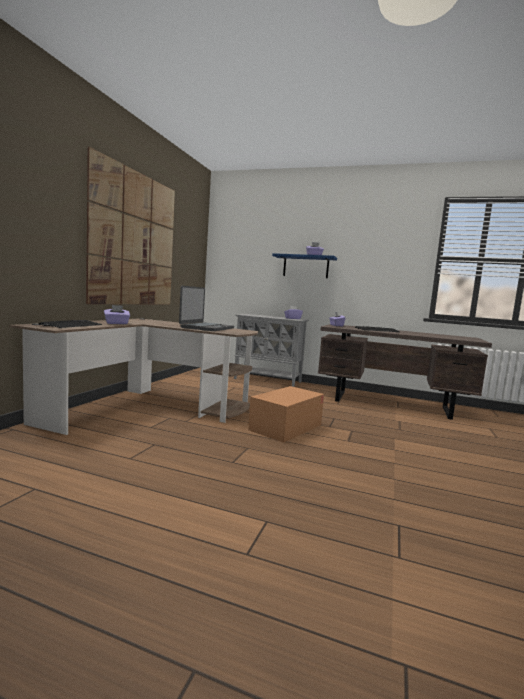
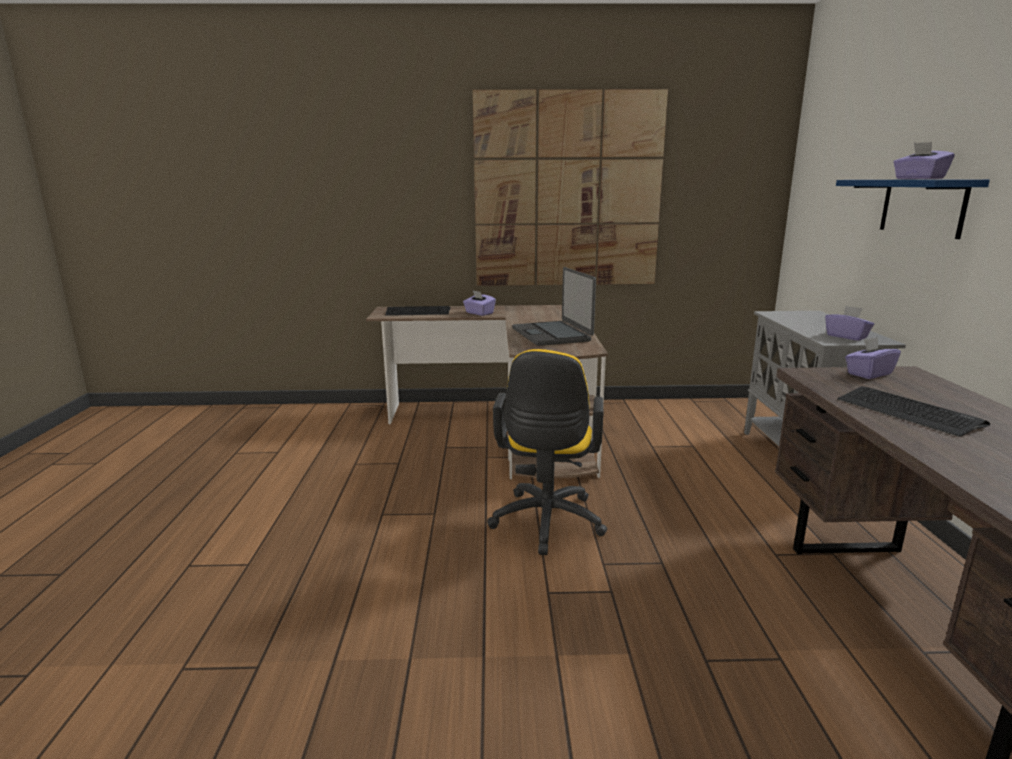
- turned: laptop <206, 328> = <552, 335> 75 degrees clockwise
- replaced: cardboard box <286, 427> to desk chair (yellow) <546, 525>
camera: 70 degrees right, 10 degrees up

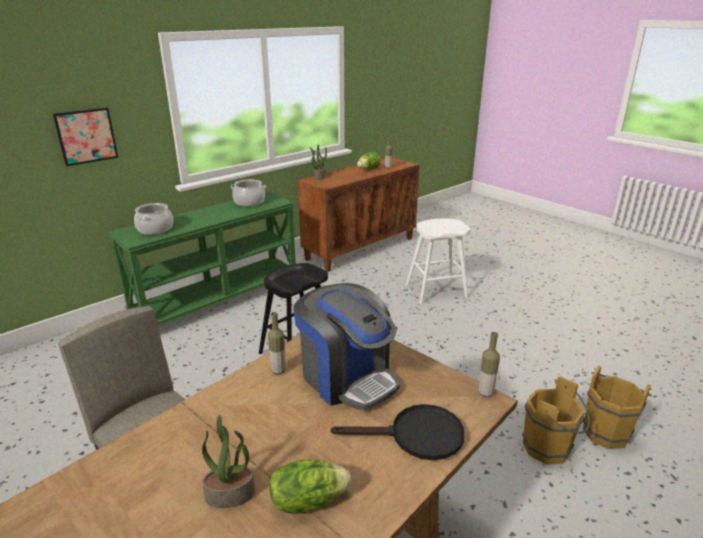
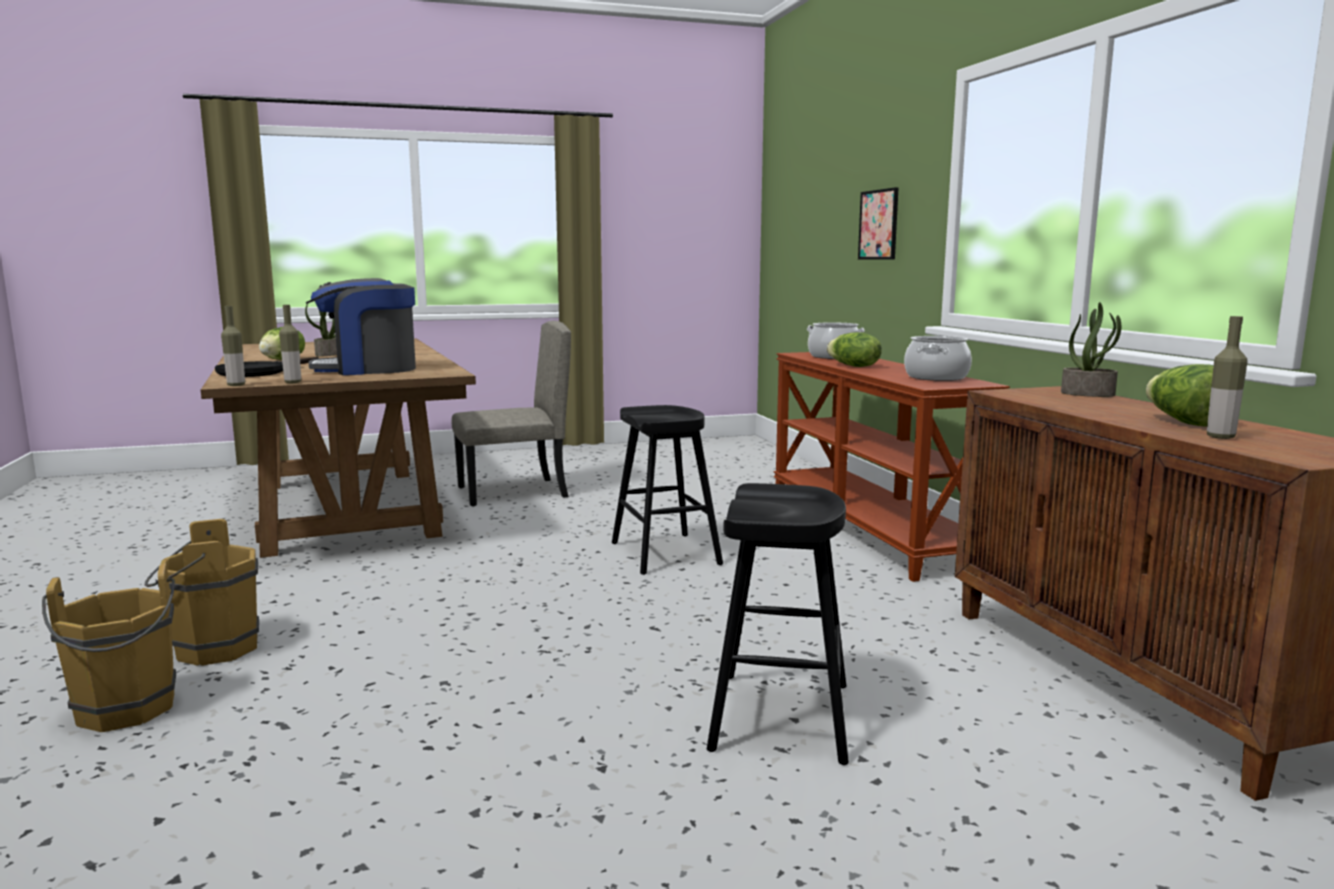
- recoloured: narrow table (greenish) <218, 300> to narrow table (brown-coloured) <870, 528>
- recoloured: sitting stool (white) <436, 291> to sitting stool (black-coloured) <781, 716>
- moved: bottle <278, 371> to <293, 382>
- added: lettuce head <853, 366>
camera: 115 degrees right, 15 degrees down

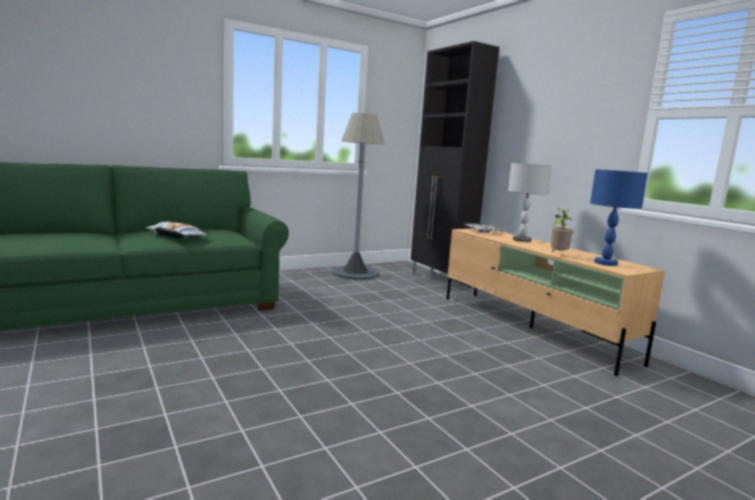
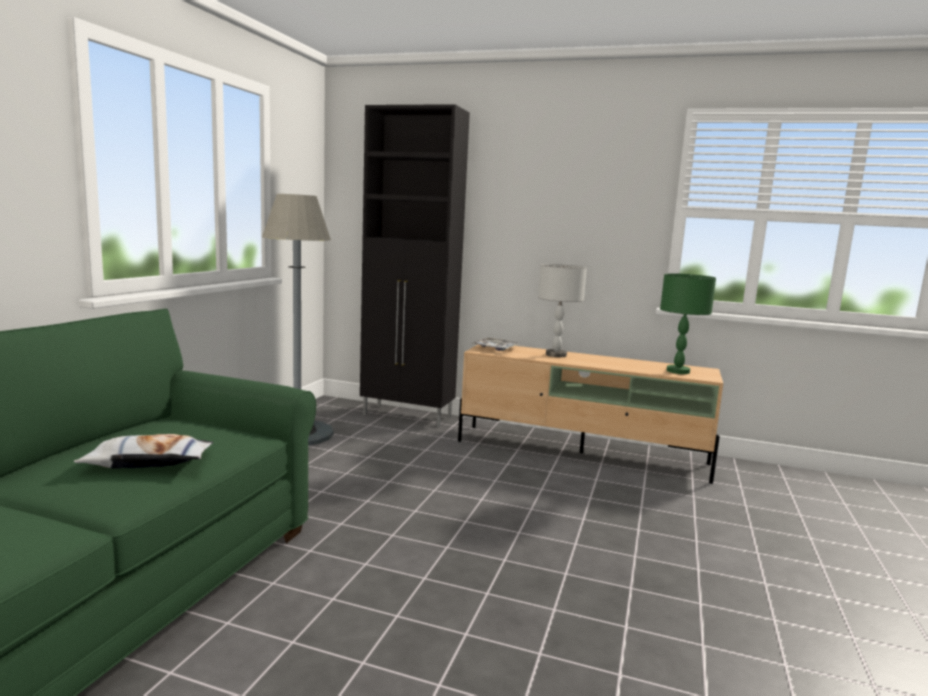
- recoloured: lamp for a table (blue-coloured) <606, 263> to lamp for a table (greenish) <678, 371>
- removed: houseplant <558, 255>
camera: 40 degrees left, 0 degrees up

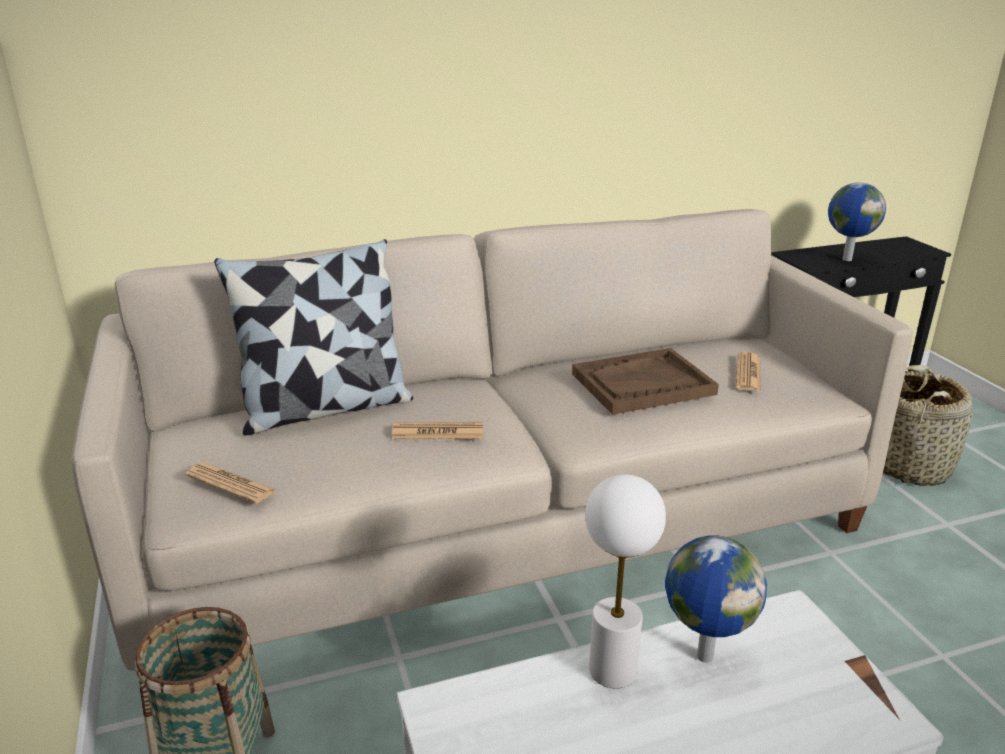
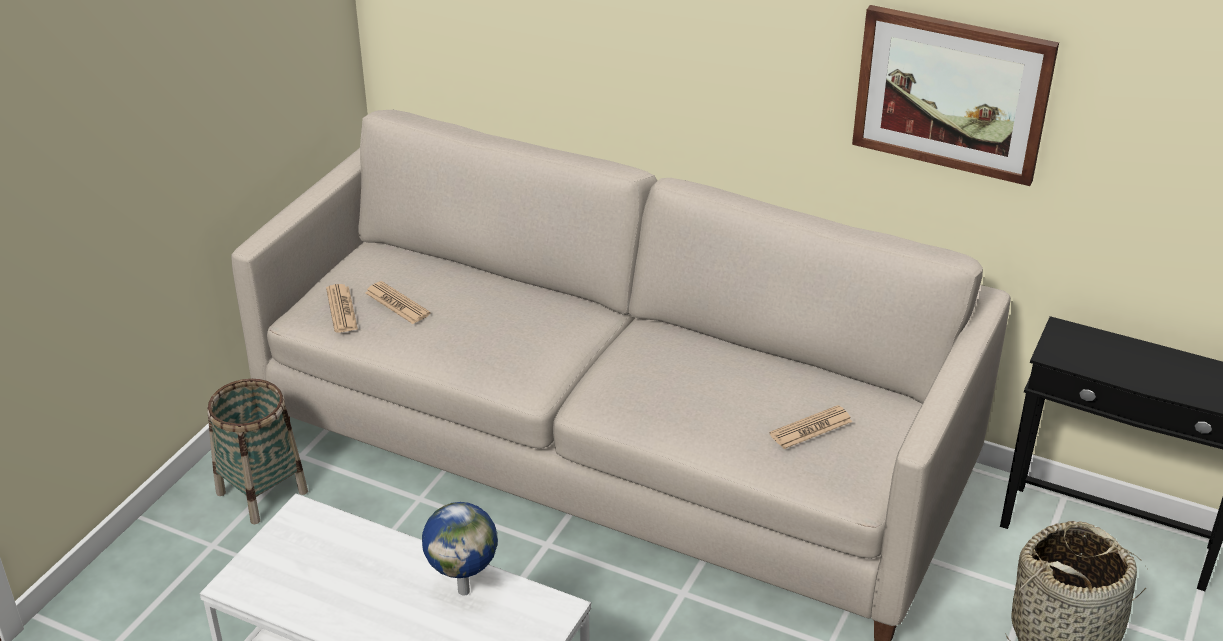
- removed: globe <846, 259>
- removed: cushion <326, 408>
- removed: carrying tray (brown-coloured) <642, 384>
- moved: newspaper <438, 432> to <397, 304>
- removed: lamp for a table (white) <613, 669>
- added: wall art <952, 93>
camera: 45 degrees right, 10 degrees up

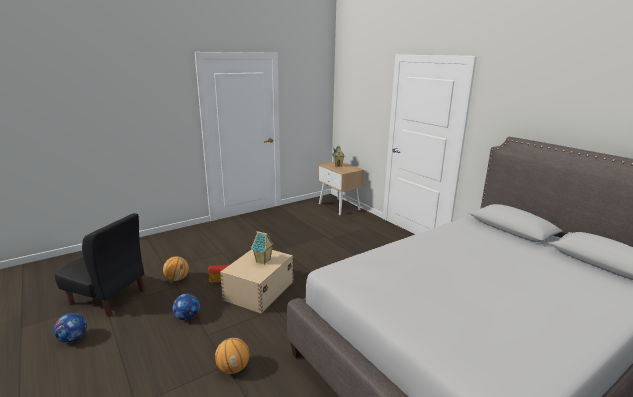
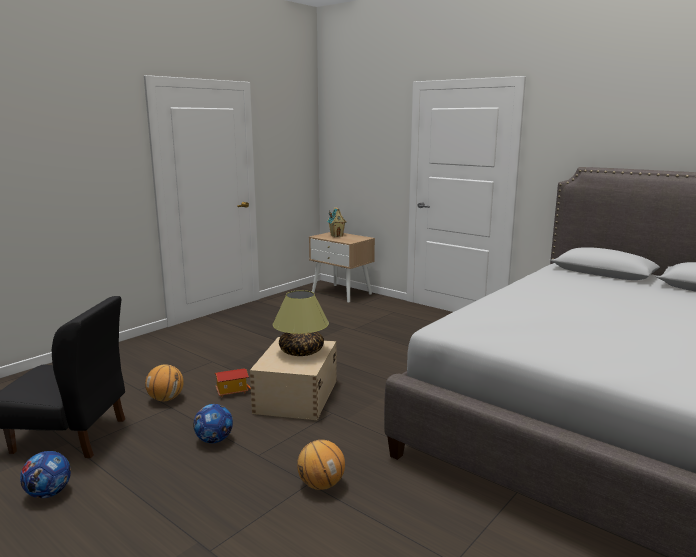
- replaced: toy house <263, 261> to lamp for a table <301, 352>
camera: 15 degrees left, 5 degrees down

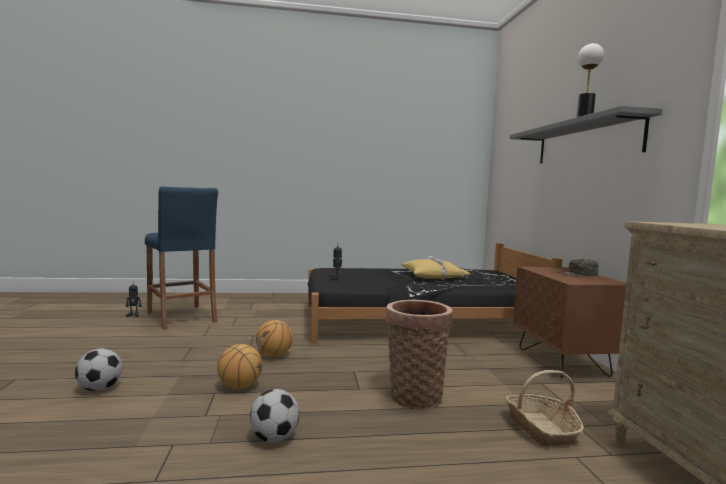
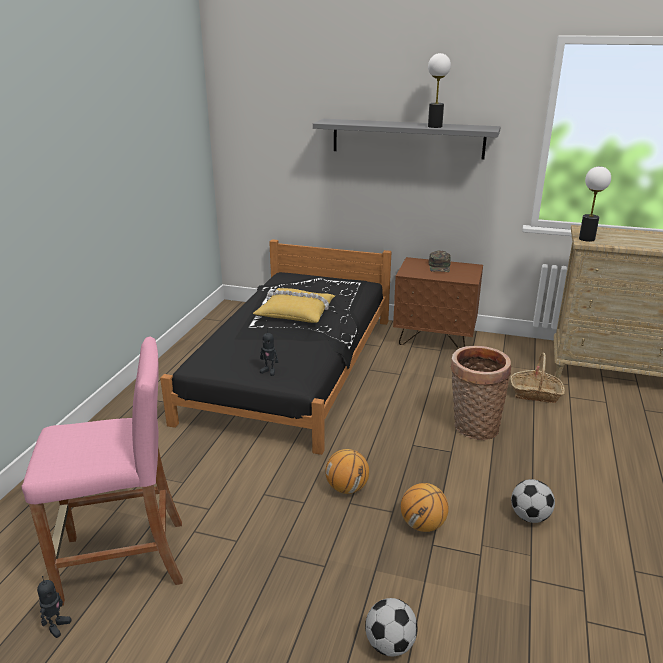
- recoloured: sitting stool (blue-coloured) <181, 317> to sitting stool (pink-coloured) <123, 561>
- added: lamp for a table <587, 239>
camera: 65 degrees left, 20 degrees up

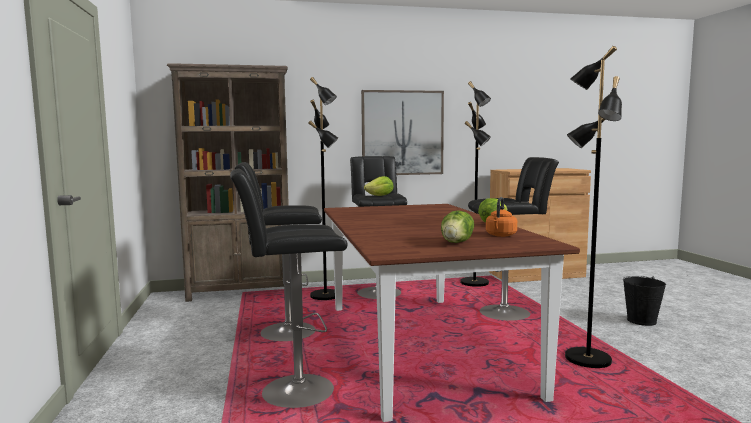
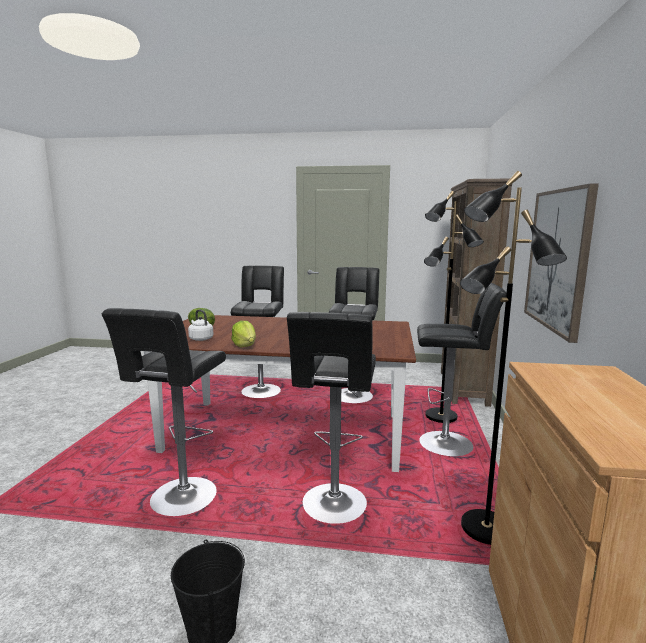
- replaced: floor lamp (black-coloured) <586, 360> to sitting stool (black-coloured) <181, 498>
- removed: lettuce head <380, 196>
- recoloured: kettle (orange) <500, 235> to kettle (white) <200, 339>
camera: 110 degrees right, 5 degrees up

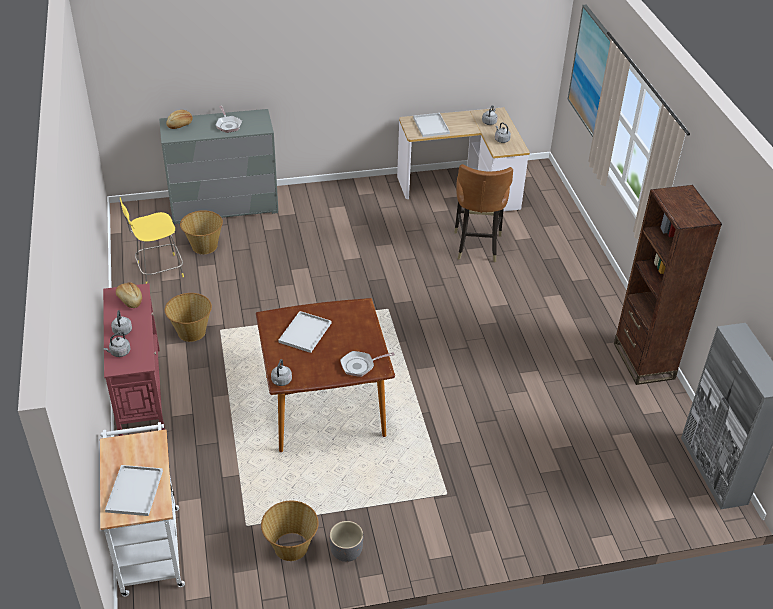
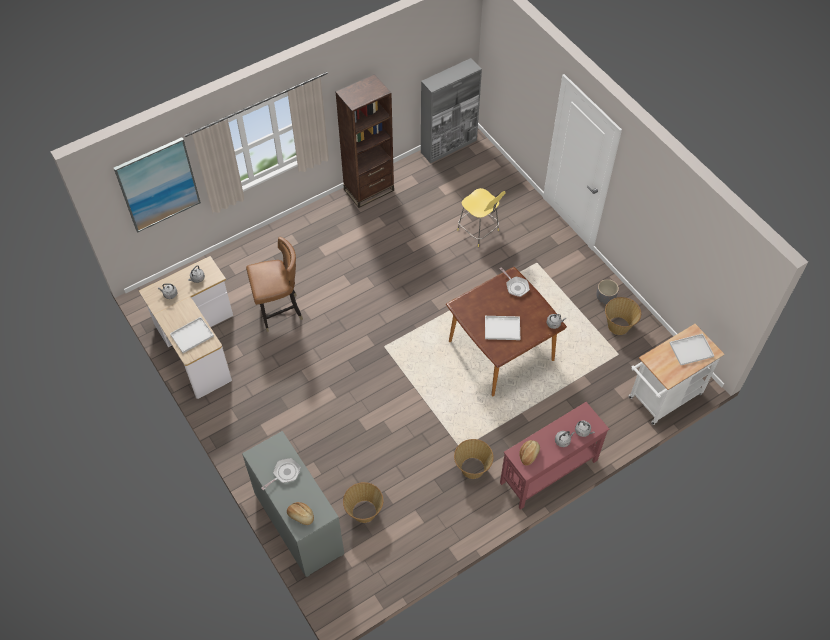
- moved: sitting stool (yellow) <158, 270> to <479, 231>
camera: 110 degrees left, 15 degrees up

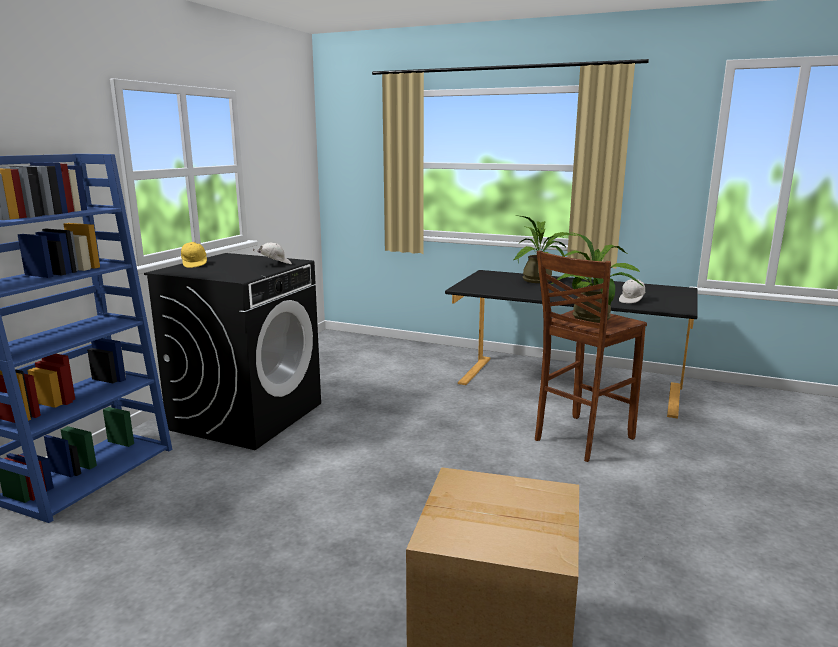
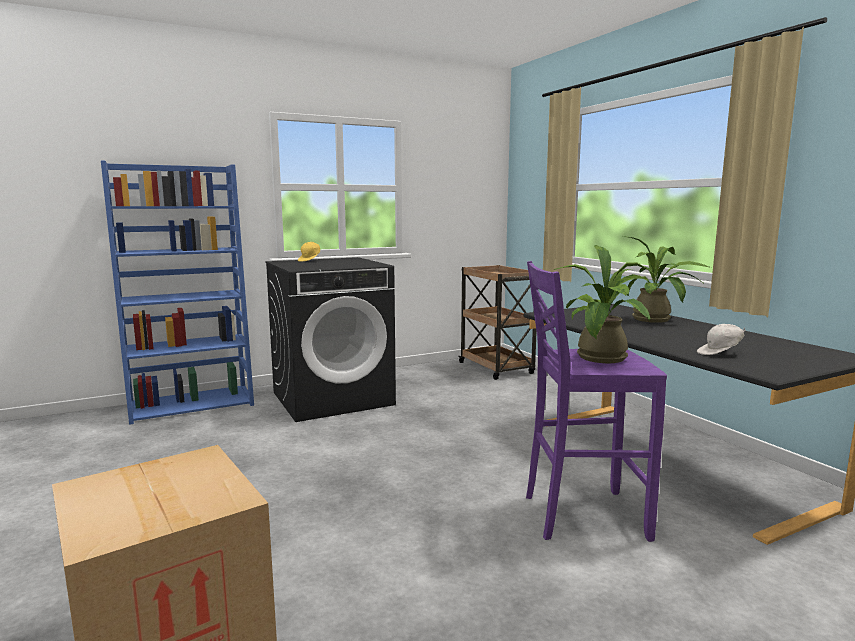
- removed: cap (white) <274, 264>
- recoloured: sitting stool (brown-coloured) <580, 439> to sitting stool (purple-coloured) <580, 515>
- added: wheeled cart (brown-coloured) <496, 368>
camera: 40 degrees right, 5 degrees down

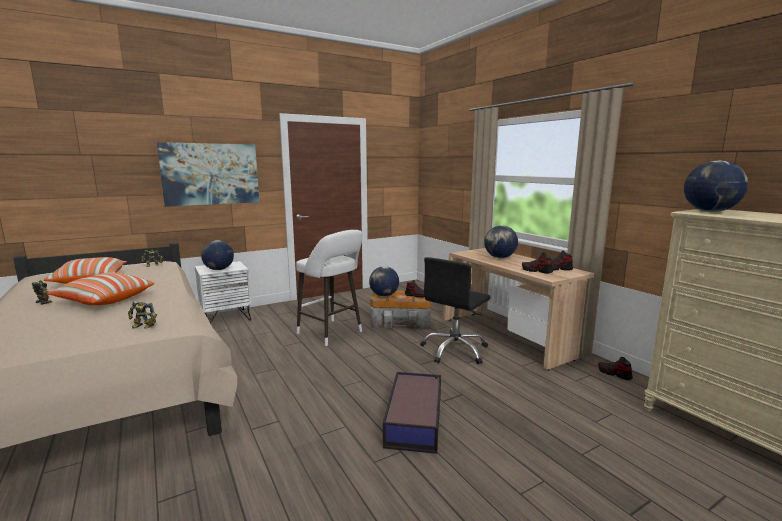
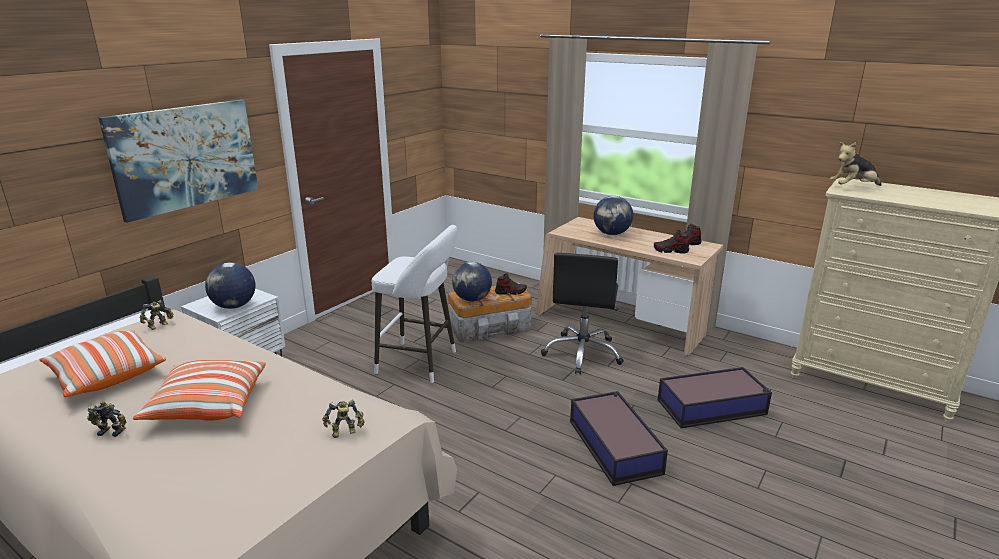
- replaced: globe <710, 211> to plush toy <853, 187>
- removed: shoe <614, 374>
- added: storage bin <713, 407>
camera: 25 degrees left, 10 degrees up

